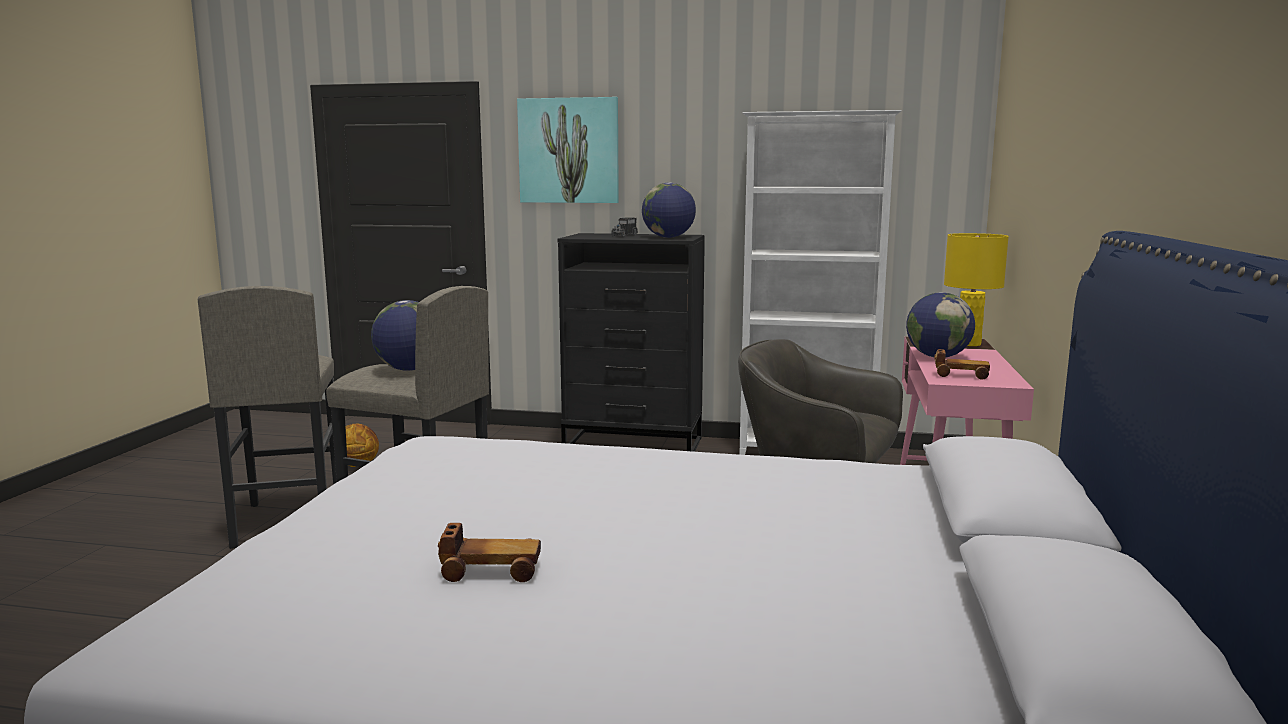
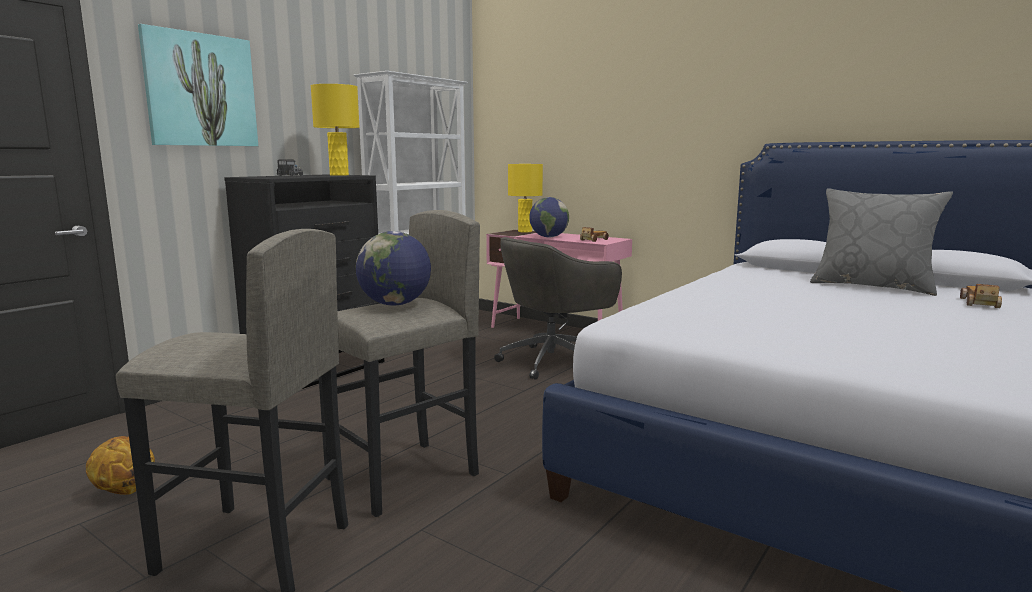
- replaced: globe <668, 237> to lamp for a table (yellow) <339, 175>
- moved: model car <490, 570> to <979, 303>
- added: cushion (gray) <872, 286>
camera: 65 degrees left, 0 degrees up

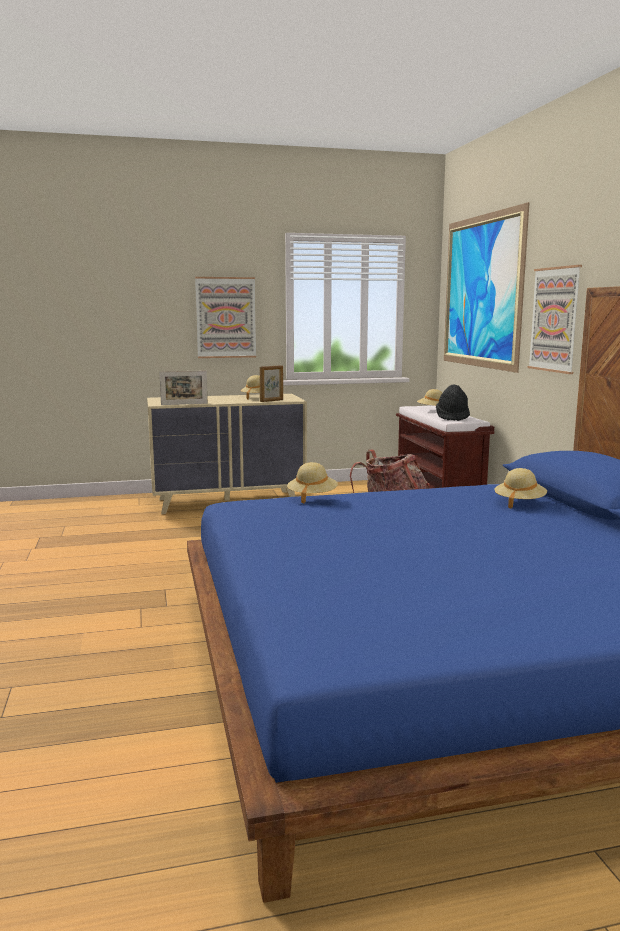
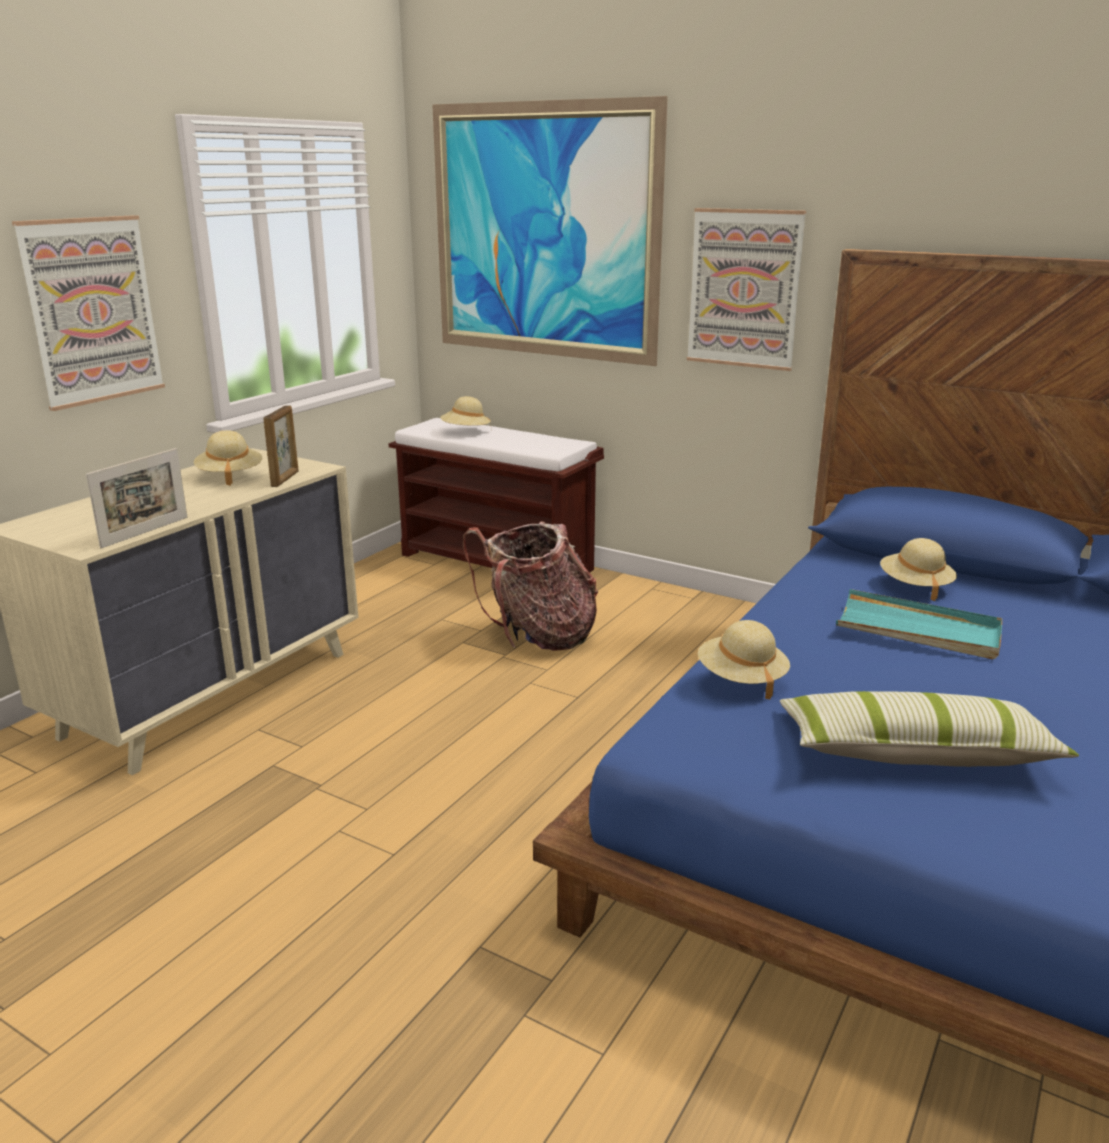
- removed: clothing hat (black-coloured) <452, 418>
- added: carrying tray (blue-green) <918, 630>
- added: cushion <914, 753>
camera: 45 degrees left, 10 degrees up

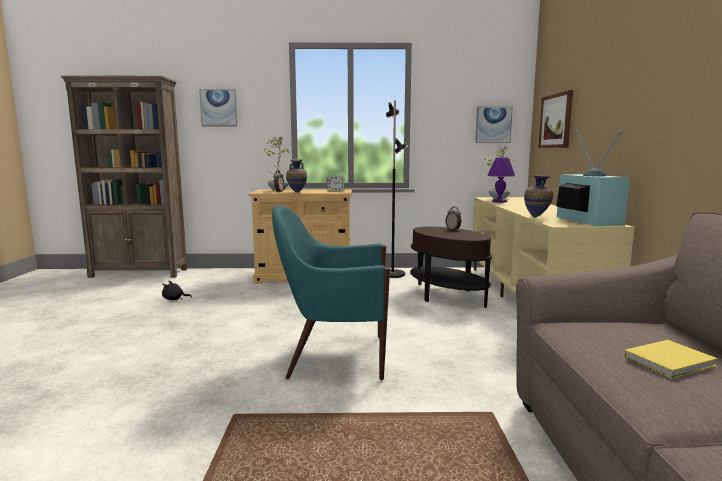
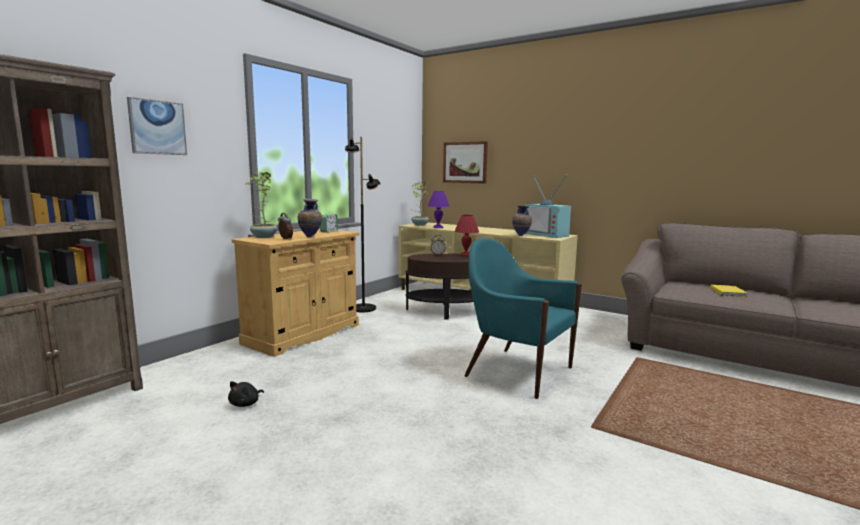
- removed: wall art <493, 124>
- turned: television <585, 221> = <548, 234> 150 degrees counterclockwise
- turned: armchair (blue-green) <335, 356> = <516, 371> 90 degrees clockwise
- added: lamp for a table (reddish) <465, 255>
camera: 55 degrees left, 0 degrees up

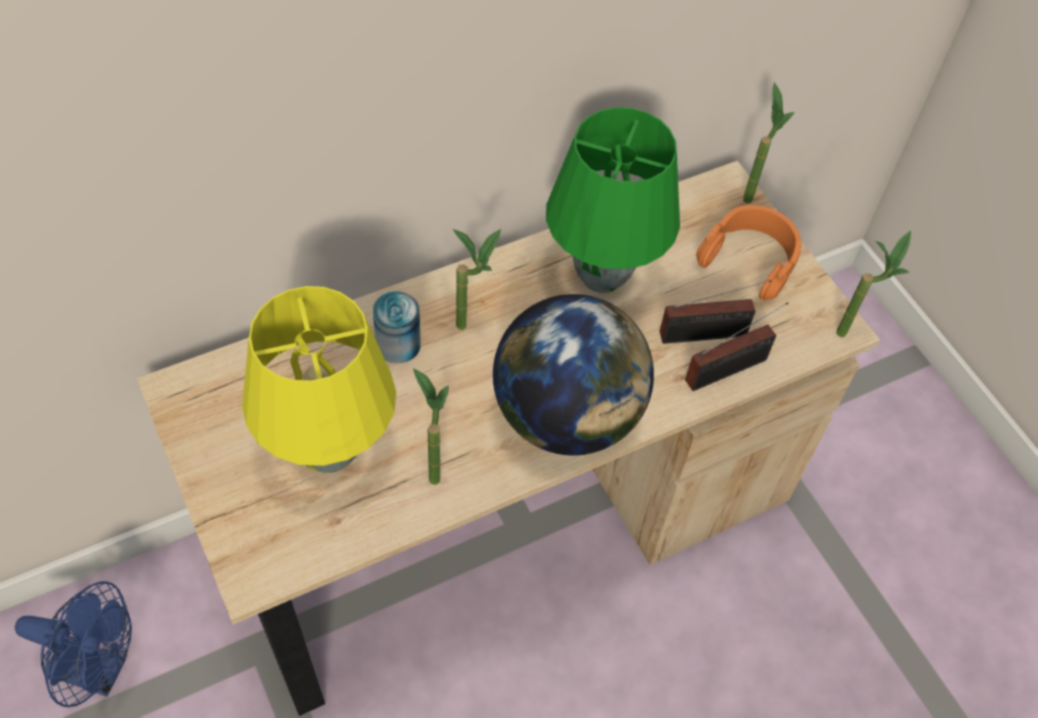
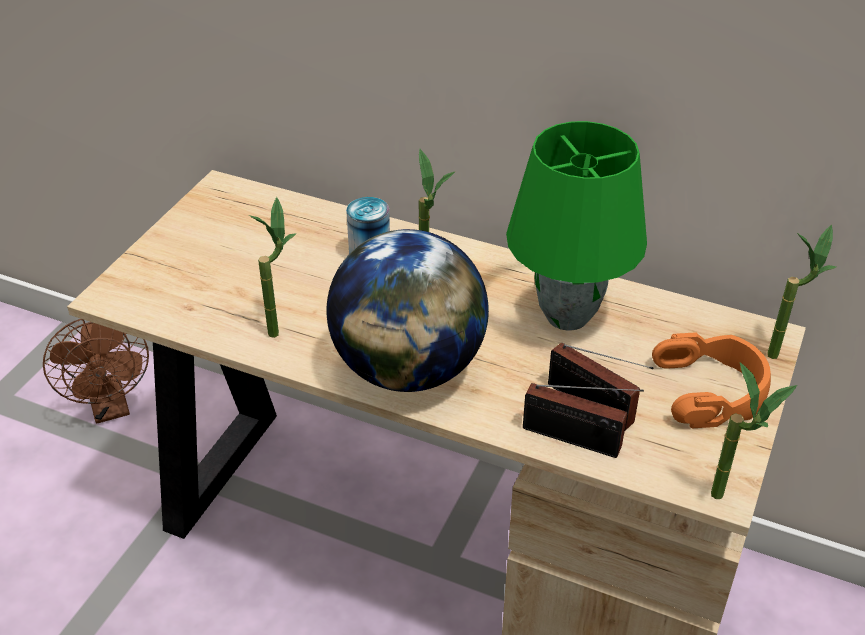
- removed: lamp for a table (yellow) <327, 453>
- recoloured: fan (blue-coloured) <98, 671> to fan (brown-coloured) <111, 408>
camera: 55 degrees right, 15 degrees down

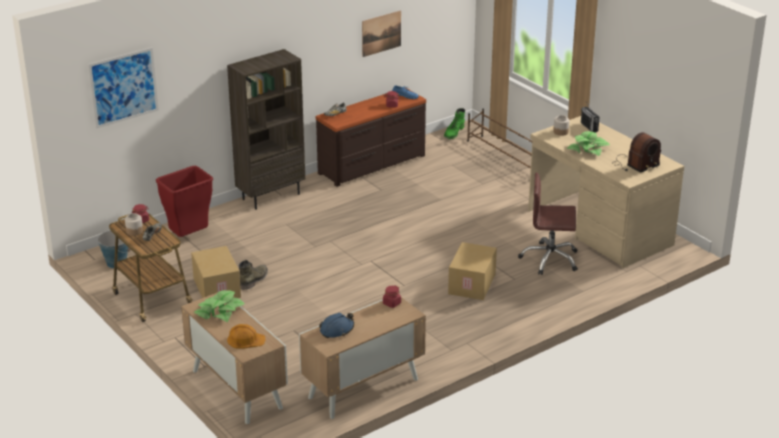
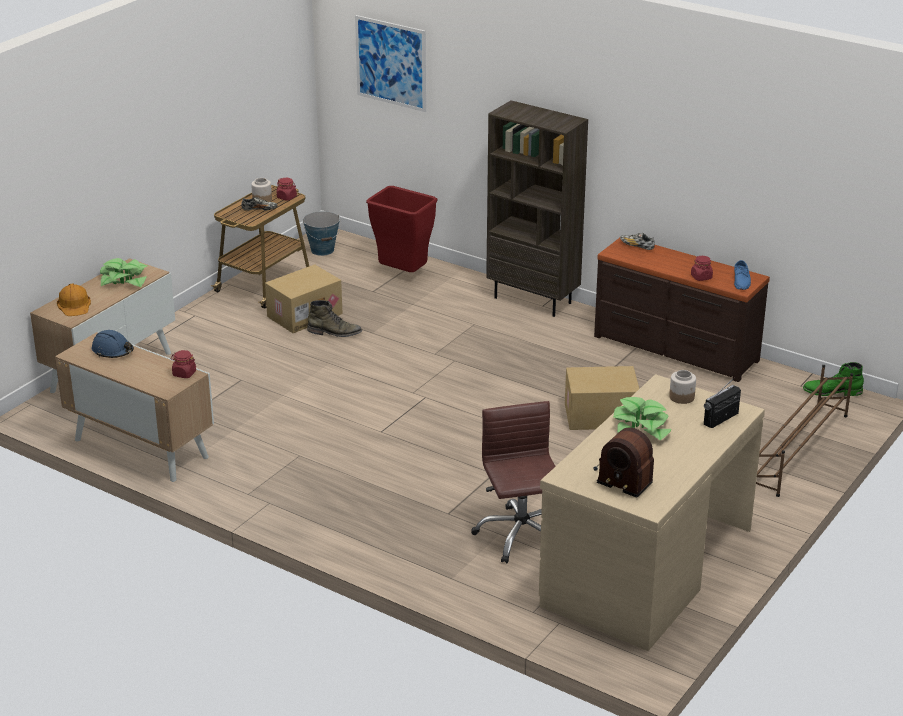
- removed: wall art <381, 33>
- moved: cardboard box <472, 284> to <600, 416>
camera: 70 degrees right, 0 degrees up

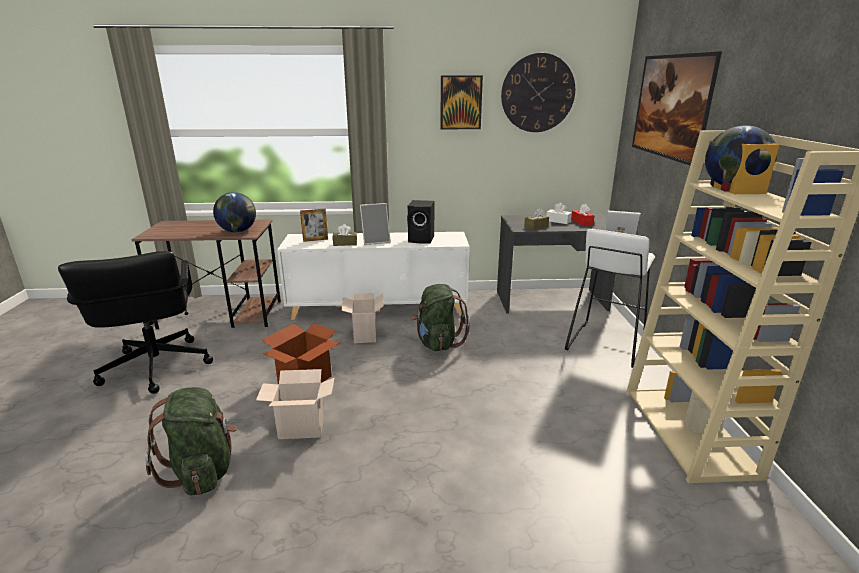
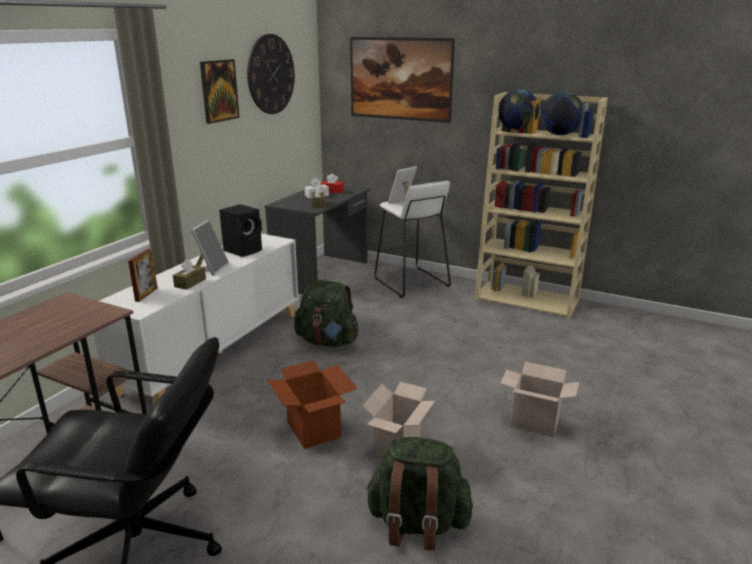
- moved: globe <238, 231> to <559, 134>
- moved: cardboard box <364, 334> to <533, 424>
camera: 60 degrees left, 0 degrees up

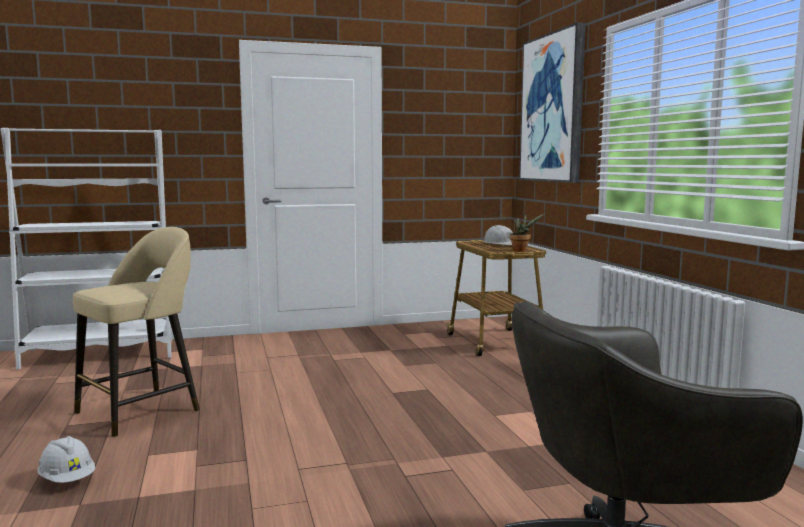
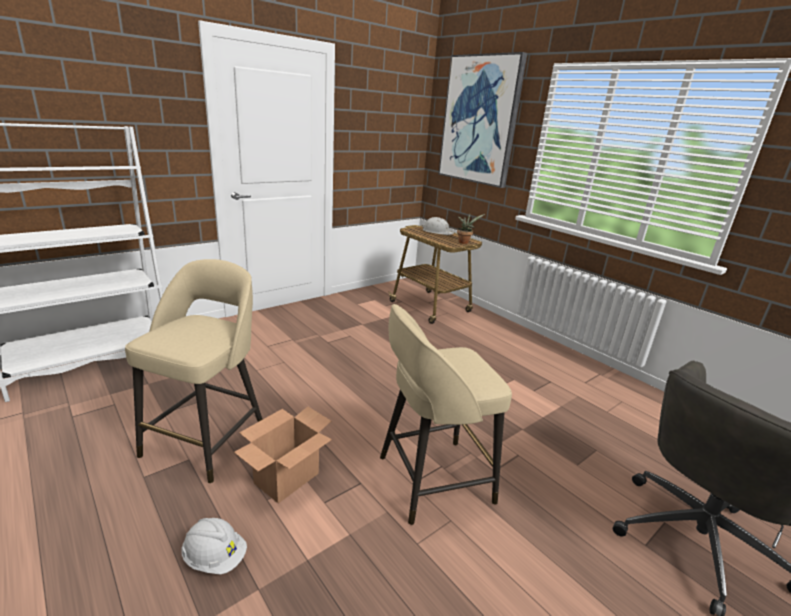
- added: sitting stool (beige) <431, 480>
- added: cardboard box <286, 479>
camera: 25 degrees left, 15 degrees up

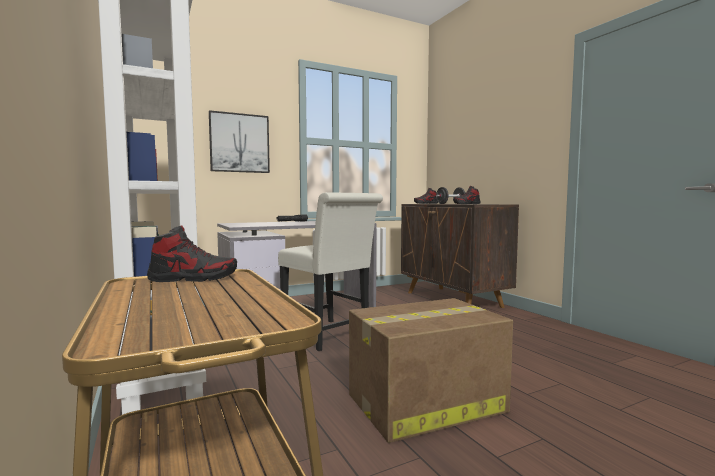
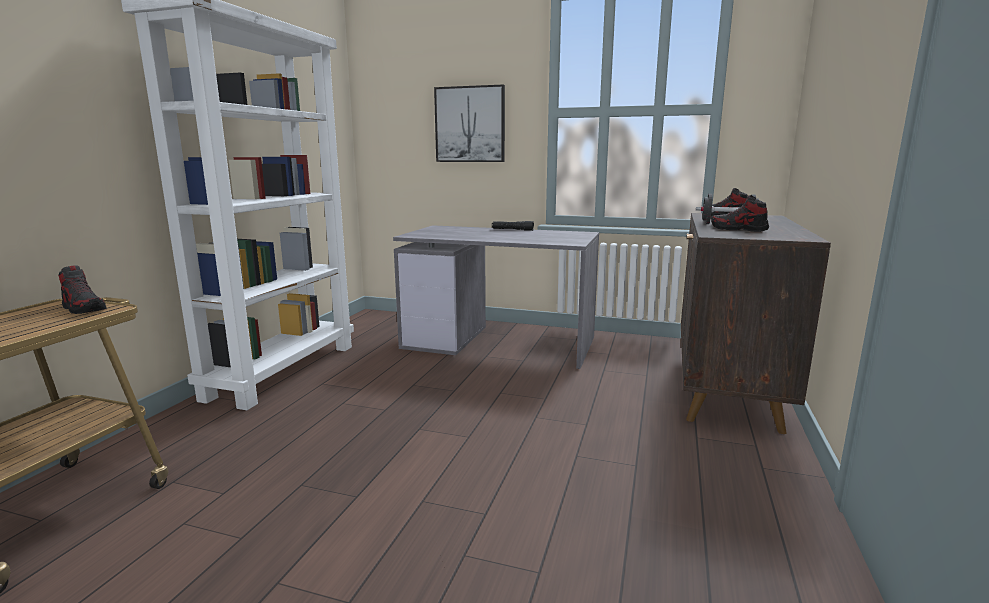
- removed: upright chair (white) <329, 336>
- removed: cardboard box <424, 403>
camera: 45 degrees right, 10 degrees up

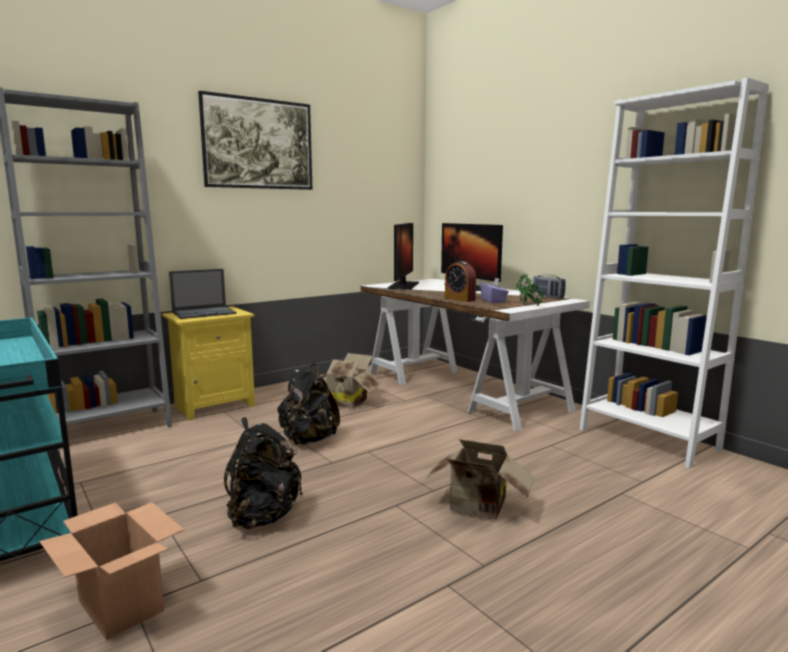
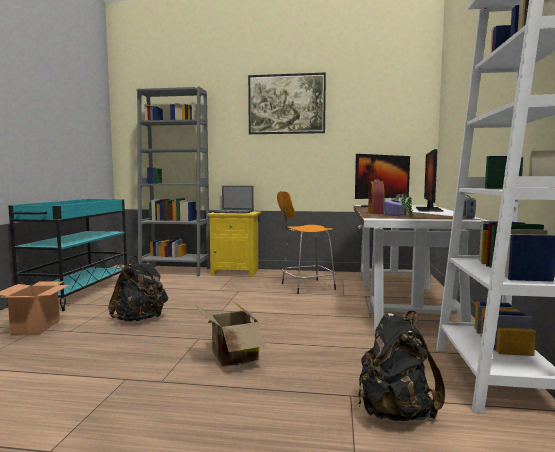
- replaced: cardboard box <347, 401> to sitting stool (orange) <306, 287>
- moved: knapsack (black-coloured) <308, 440> to <395, 412>
camera: 45 degrees right, 5 degrees down

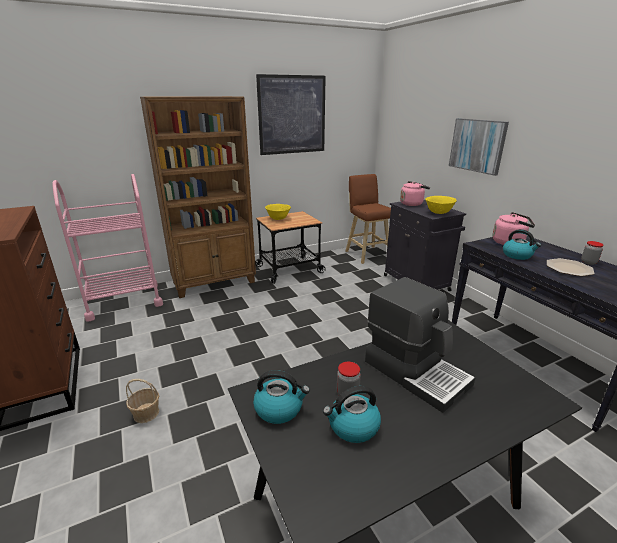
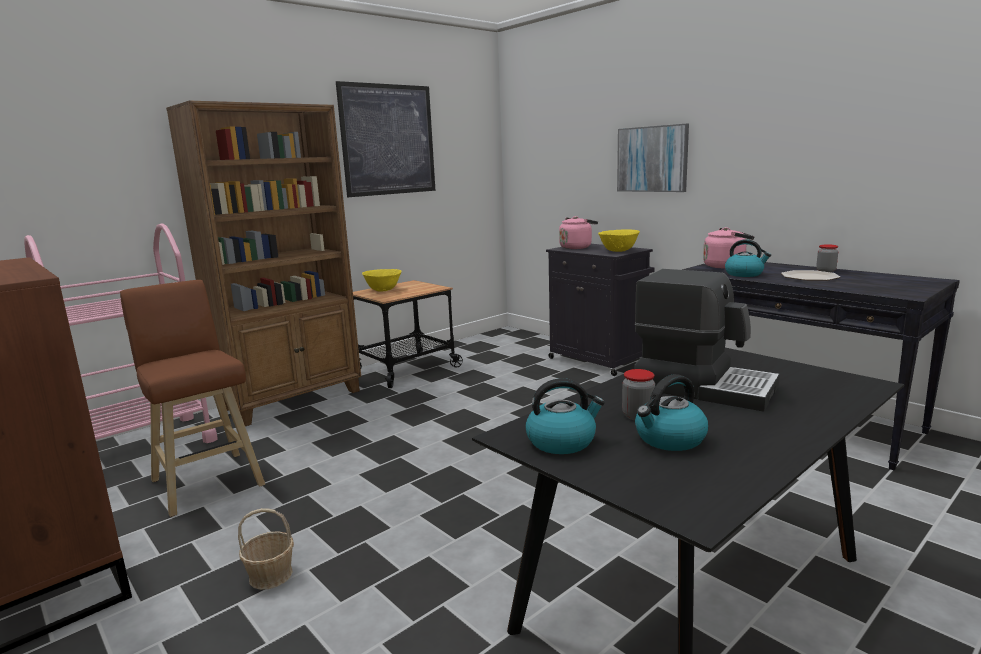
- moved: sitting stool (brown-coloured) <367, 254> to <206, 480>
camera: 15 degrees left, 10 degrees down

